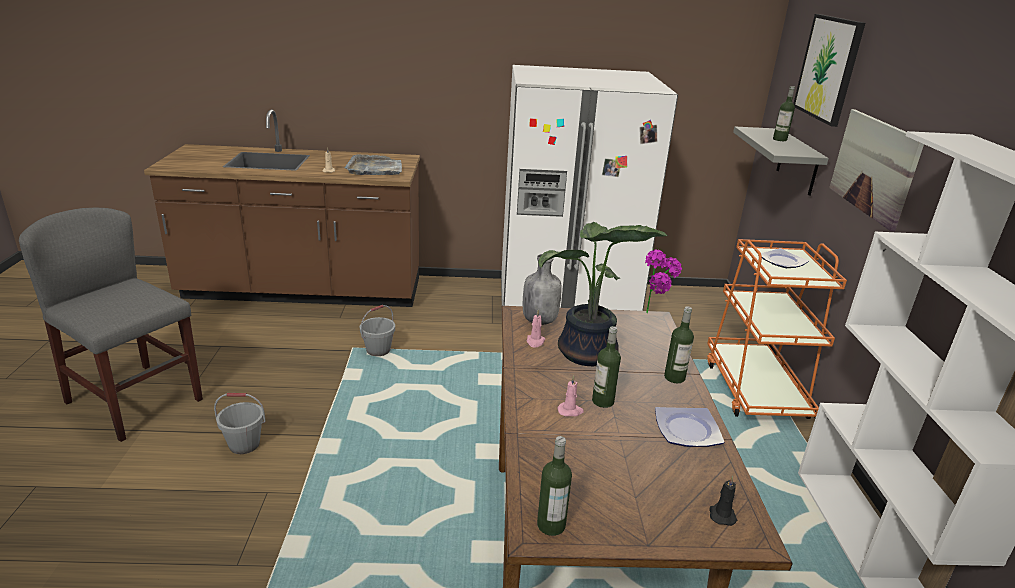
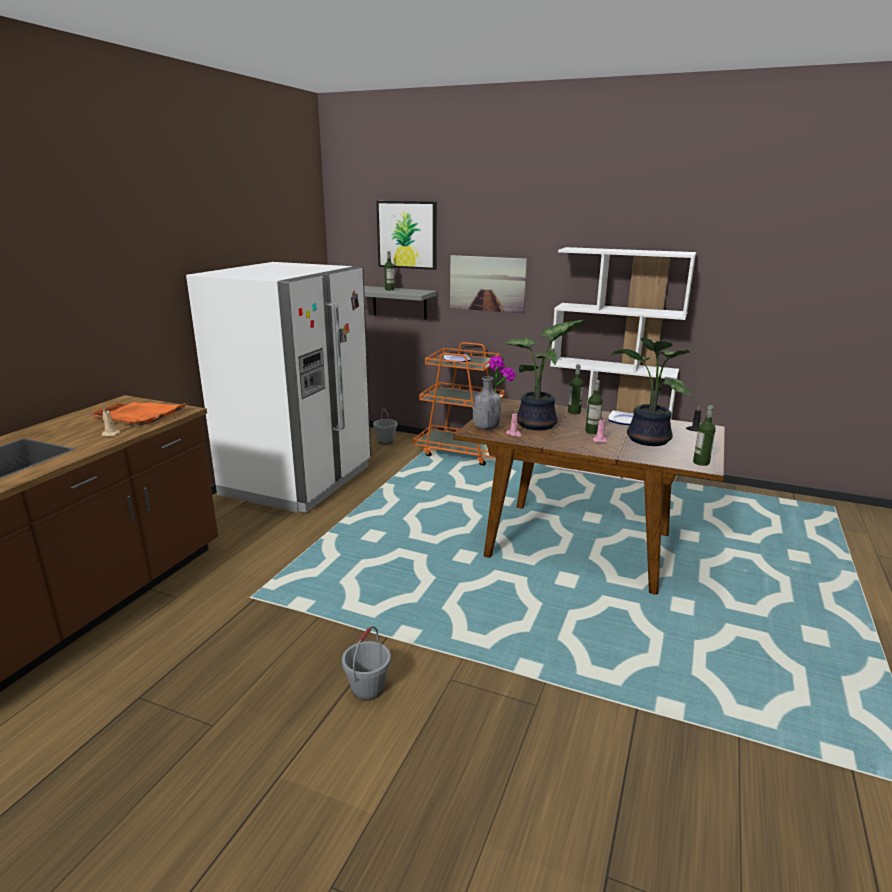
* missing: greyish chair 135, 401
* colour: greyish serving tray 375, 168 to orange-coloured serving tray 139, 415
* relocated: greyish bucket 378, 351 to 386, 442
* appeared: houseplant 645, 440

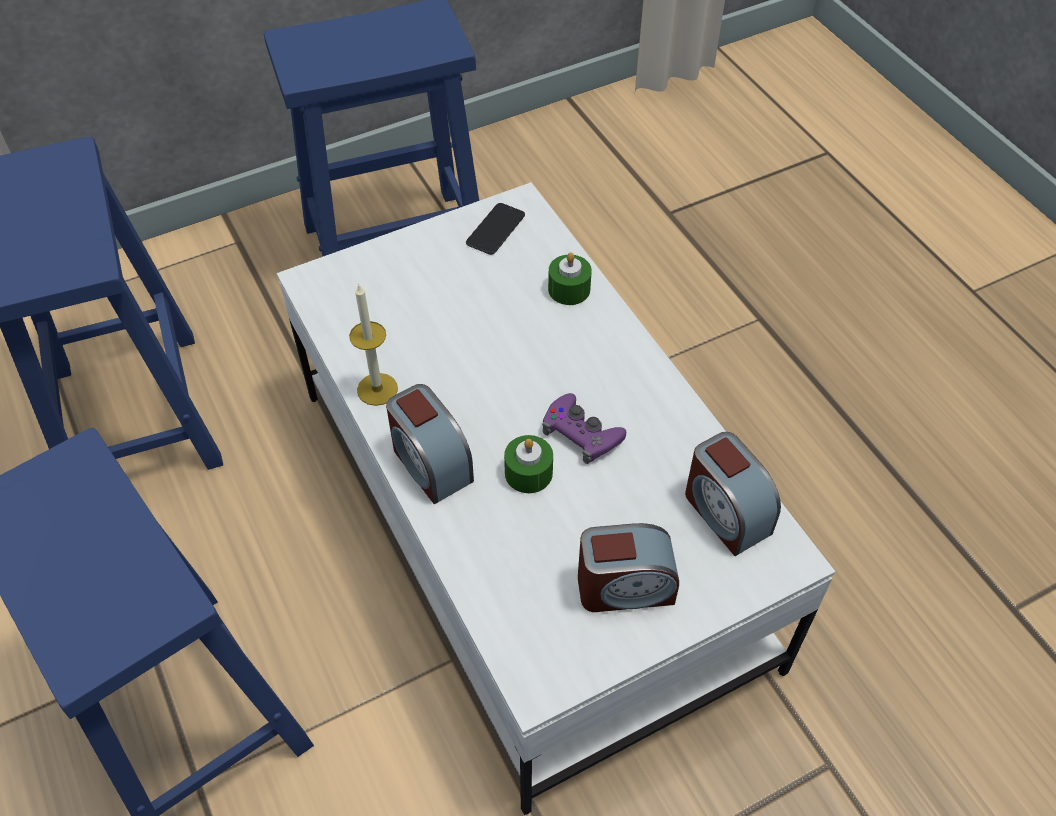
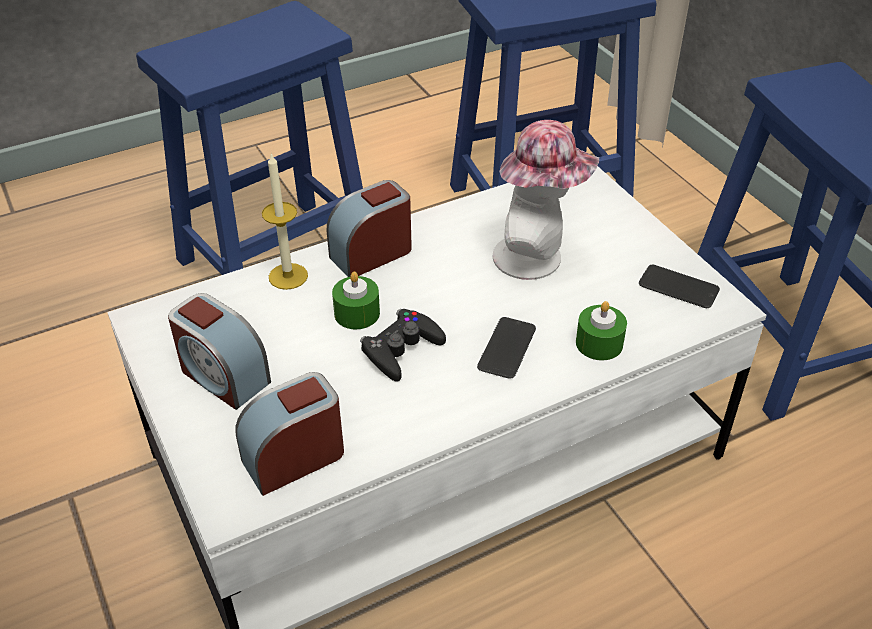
* relocated: candle 377, 389 to 288, 276
* colour: purplish joypad 581, 433 to black-coloured joypad 401, 350
* spun: alarm clock 625, 587 = 223, 376 45 degrees counterclockwise
* appeared: phone 507, 348
* appeared: wearable hat 537, 258

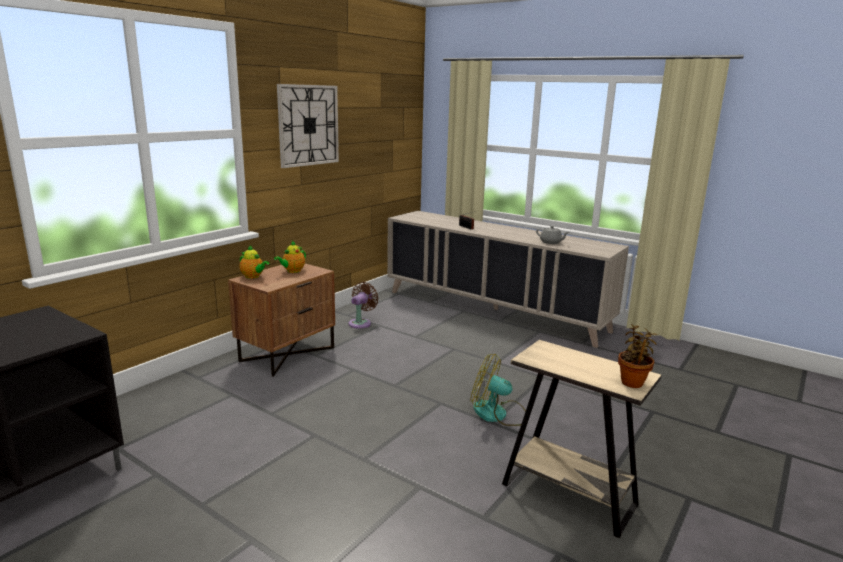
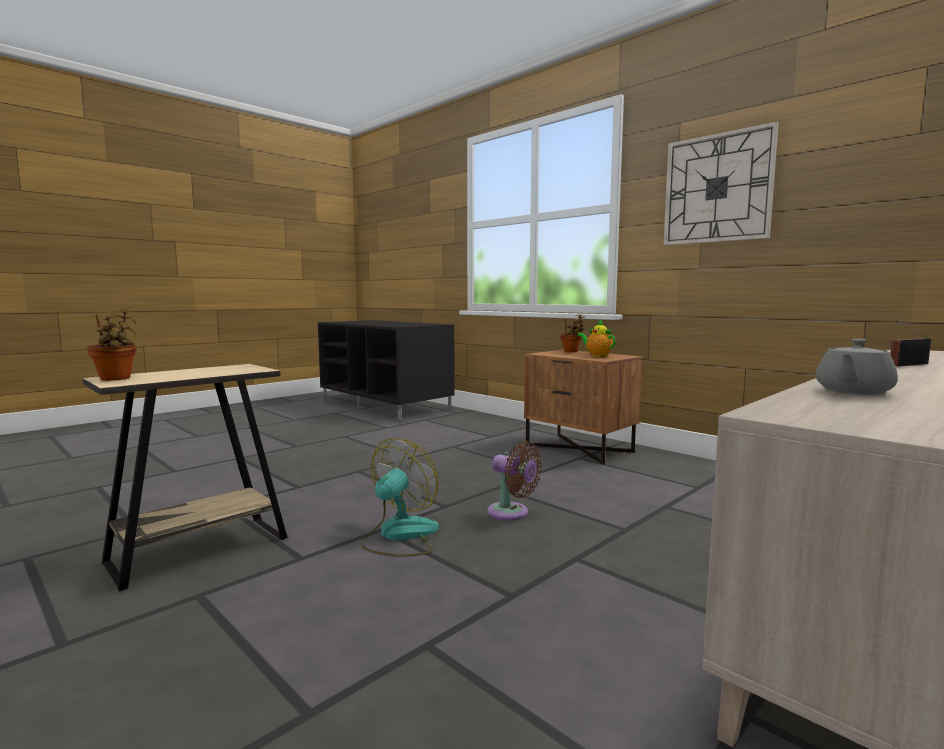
* exchanged: pot for tea 253, 276 to houseplant 572, 351
* relocated: brown-coloured electric fan 361, 323 to 512, 513

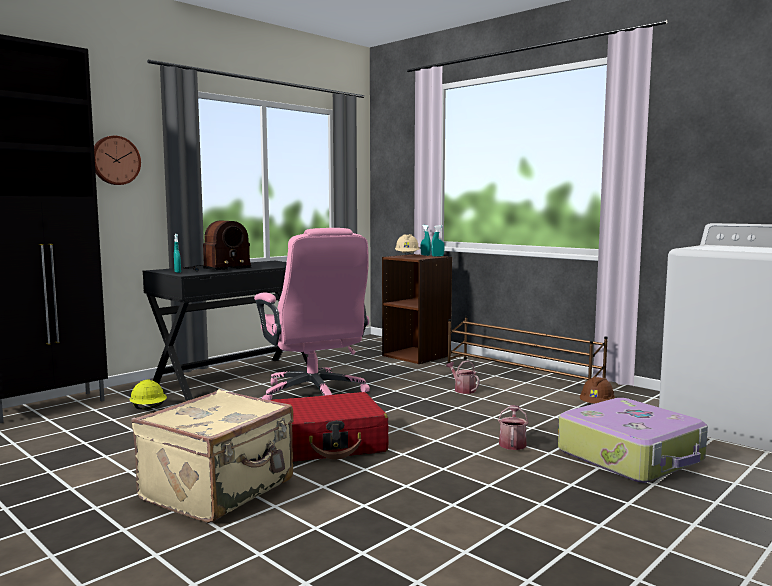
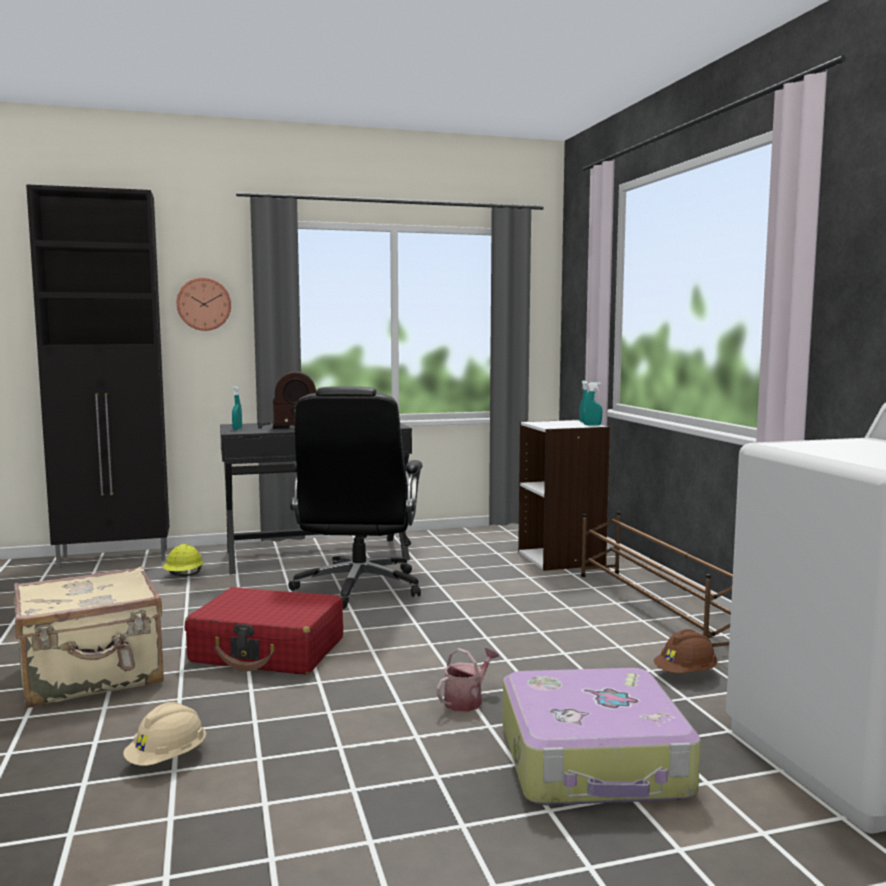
* colour: pinkish desk chair 314, 394 to black-coloured desk chair 358, 588
* colour: brown-coloured shelving unit 417, 355 to white shelving unit 562, 558
* relocated: beige-coloured work helmet 407, 256 to 167, 759
* missing: watering pot 463, 389

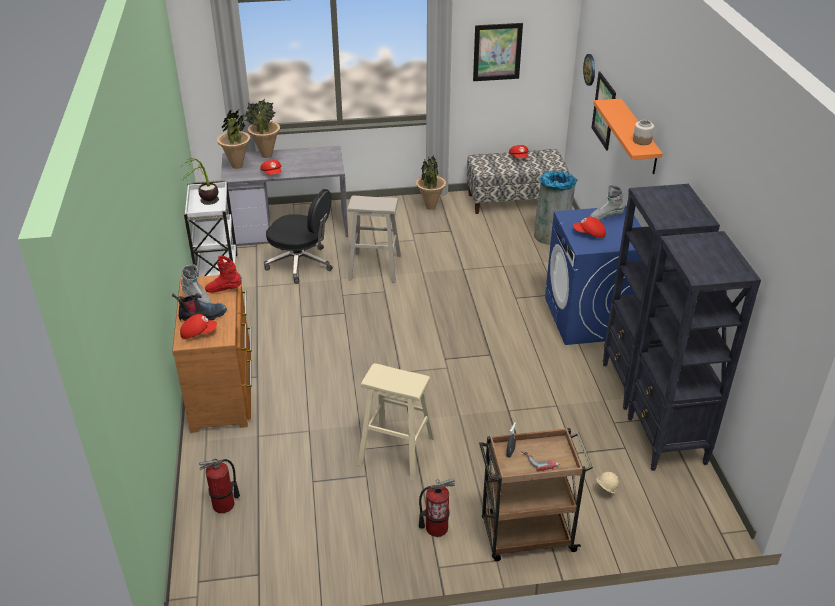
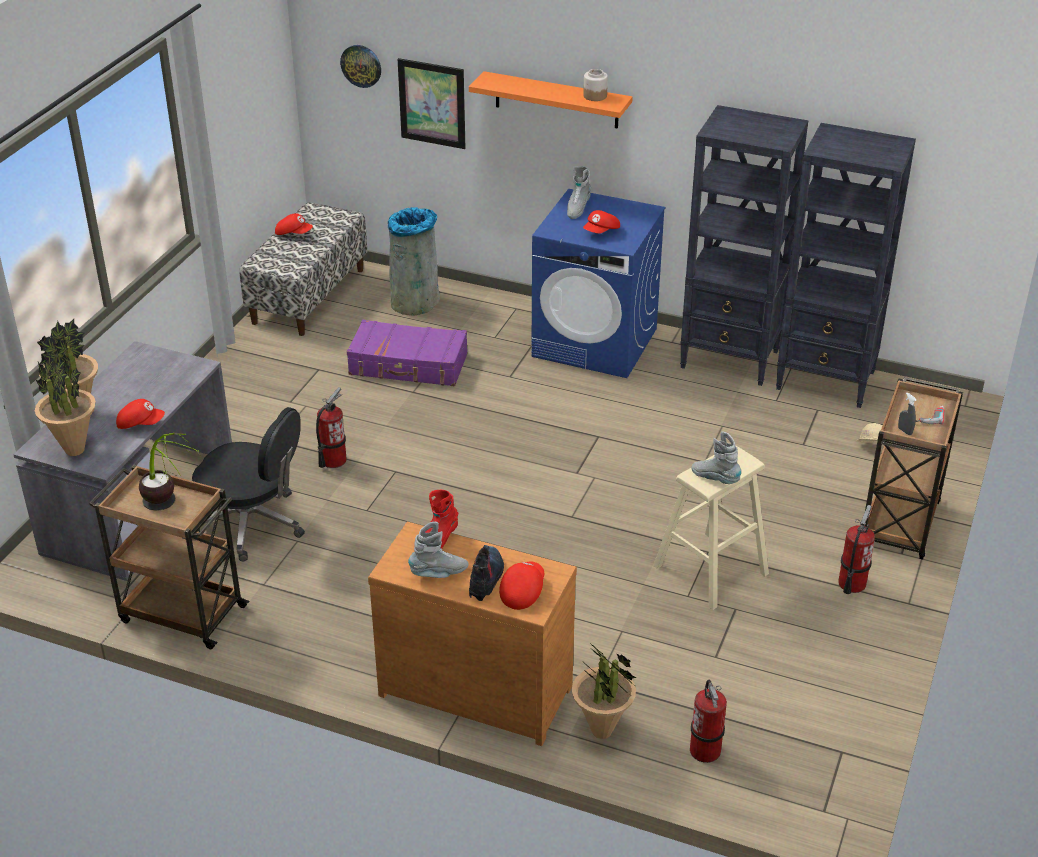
* colour: white trolley 217, 271 to brown-coloured trolley 180, 613
* spun: black-coloured desk chair 301, 264 = 253, 524 60 degrees clockwise
* exchanged: beige-coloured sitting stool 375, 267 to fire-fighting cylinder 333, 460
* relocated: houseplant 430, 207 to 602, 731
* missing: wall picture 497, 52
* appeared: purplish suitcase 408, 365
* appeared: greyish high-top boot 715, 479

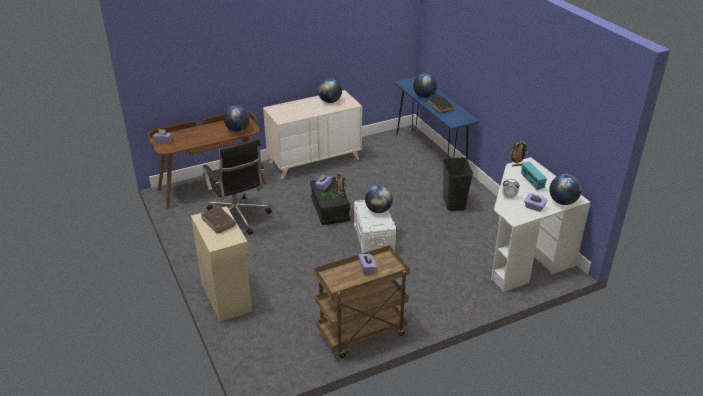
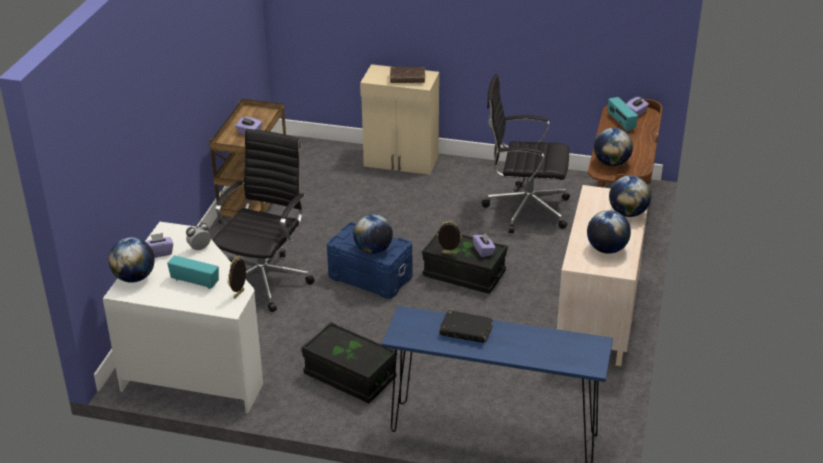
* colour: white storage box 373, 238 to blue-coloured storage box 370, 277
* relocated: globe 424, 96 to 628, 213
* exchanged: black-coloured rubbish bin 454, 204 to black-coloured storage box 350, 376
* appeared: black-coloured desk chair 265, 280
* appeared: radio set 621, 122

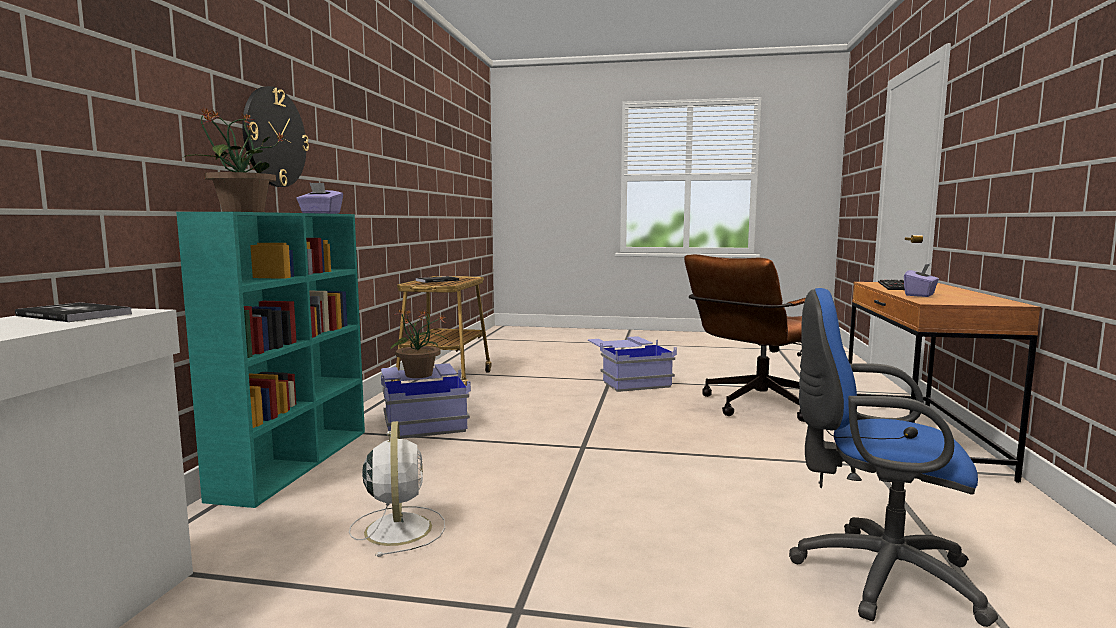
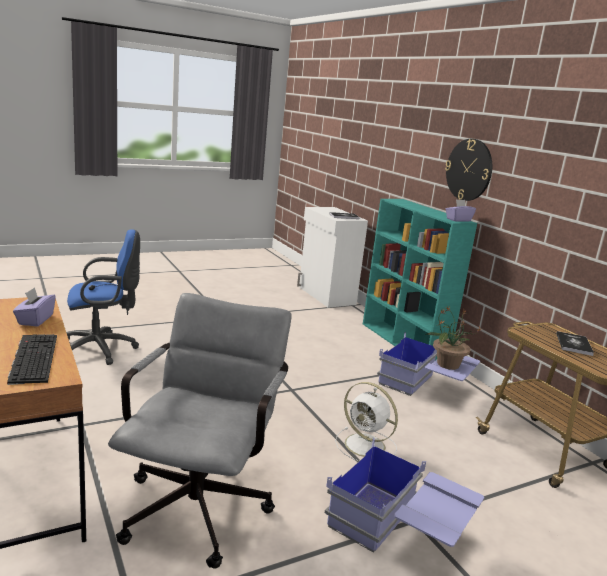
* missing: houseplant 241, 211
* relocated: white electric fan 398, 528 to 366, 446
* colour: brown-coloured desk chair 753, 407 to greyish desk chair 201, 501

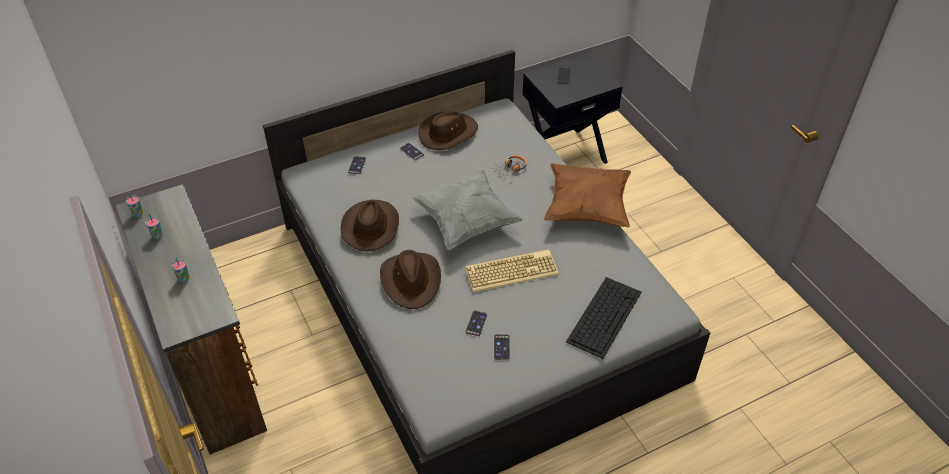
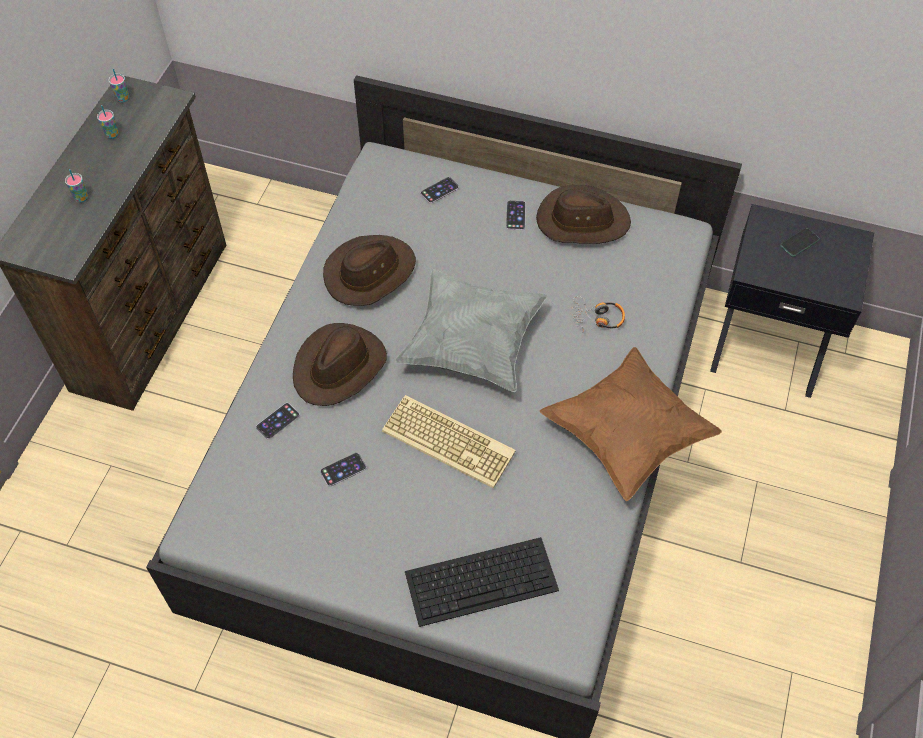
* relocated: phone 501, 347 to 277, 421

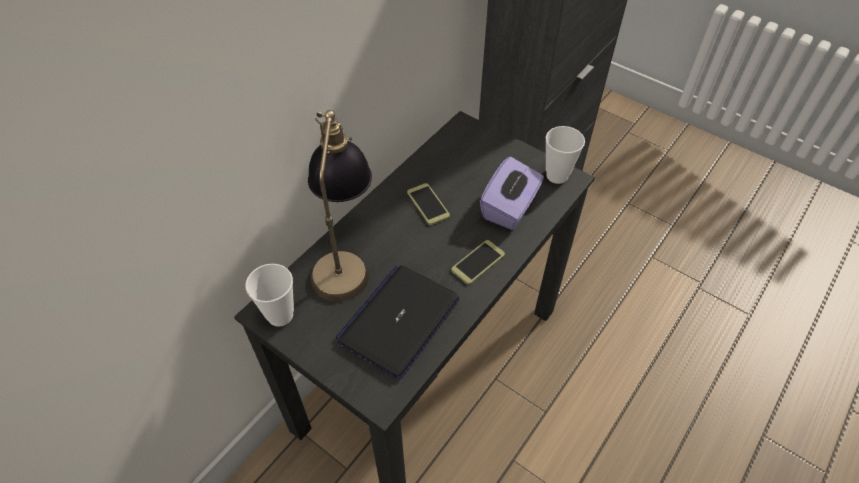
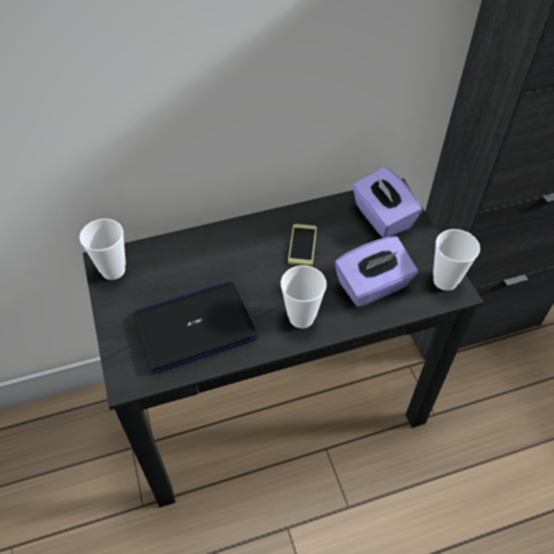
* missing: table lamp 344, 256
* exchanged: phone 478, 262 to cup 301, 318
* appeared: purplish box of tissues 381, 217

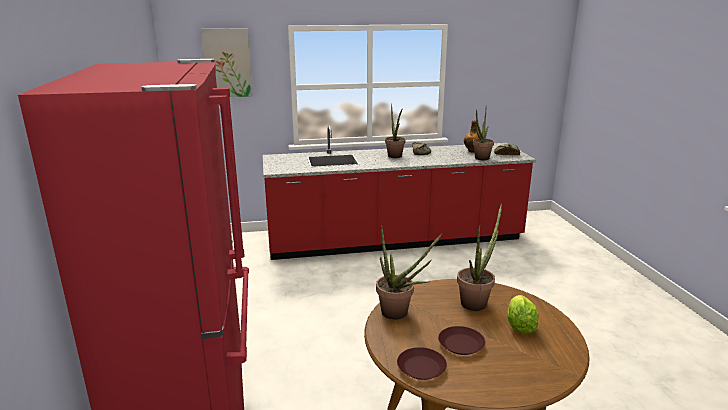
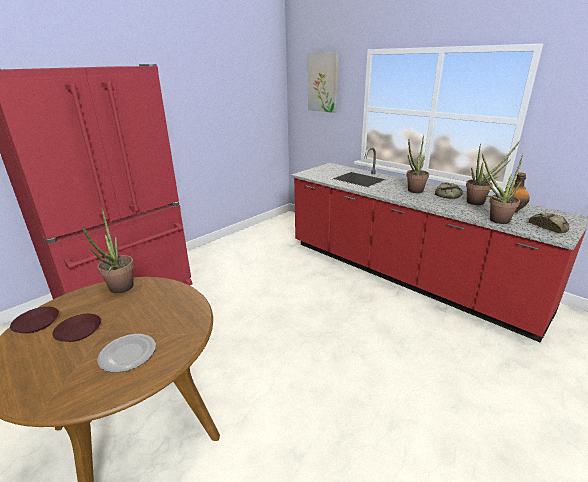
* relocated: houseplant 476, 301 to 479, 202
* exchanged: lettuce 520, 325 to flat dish 127, 354

